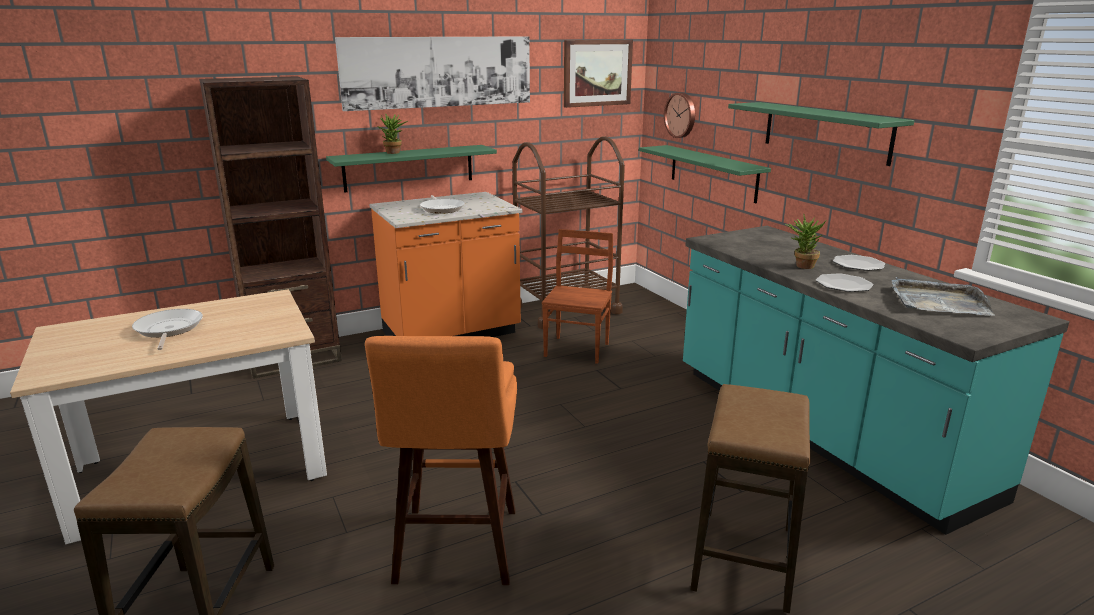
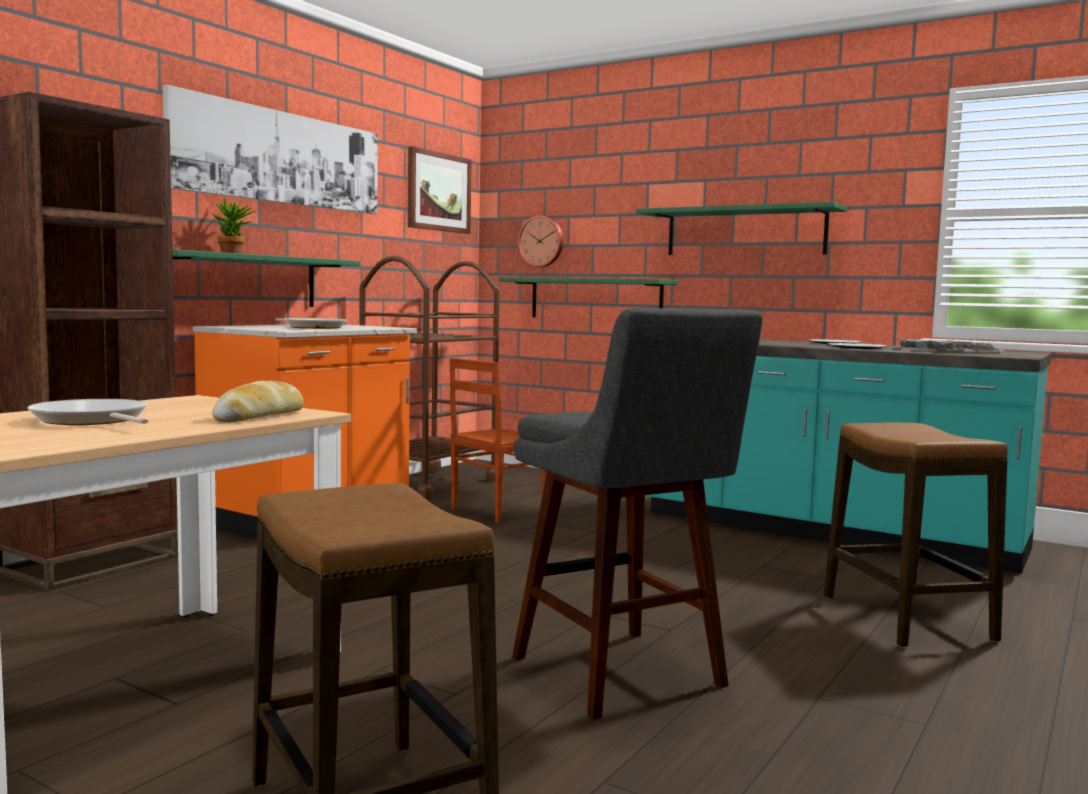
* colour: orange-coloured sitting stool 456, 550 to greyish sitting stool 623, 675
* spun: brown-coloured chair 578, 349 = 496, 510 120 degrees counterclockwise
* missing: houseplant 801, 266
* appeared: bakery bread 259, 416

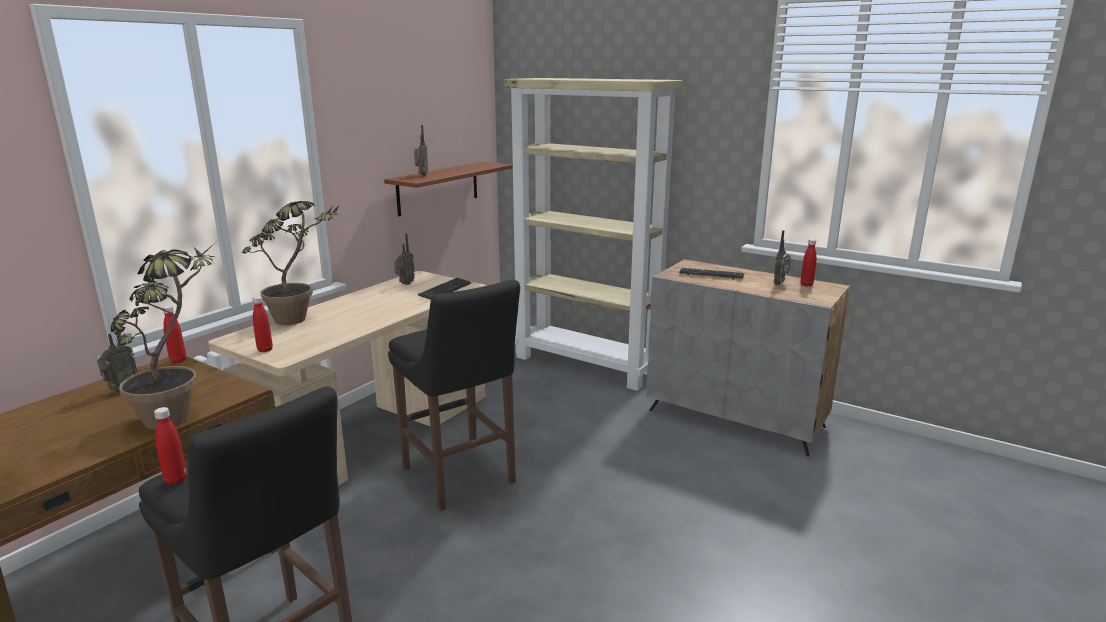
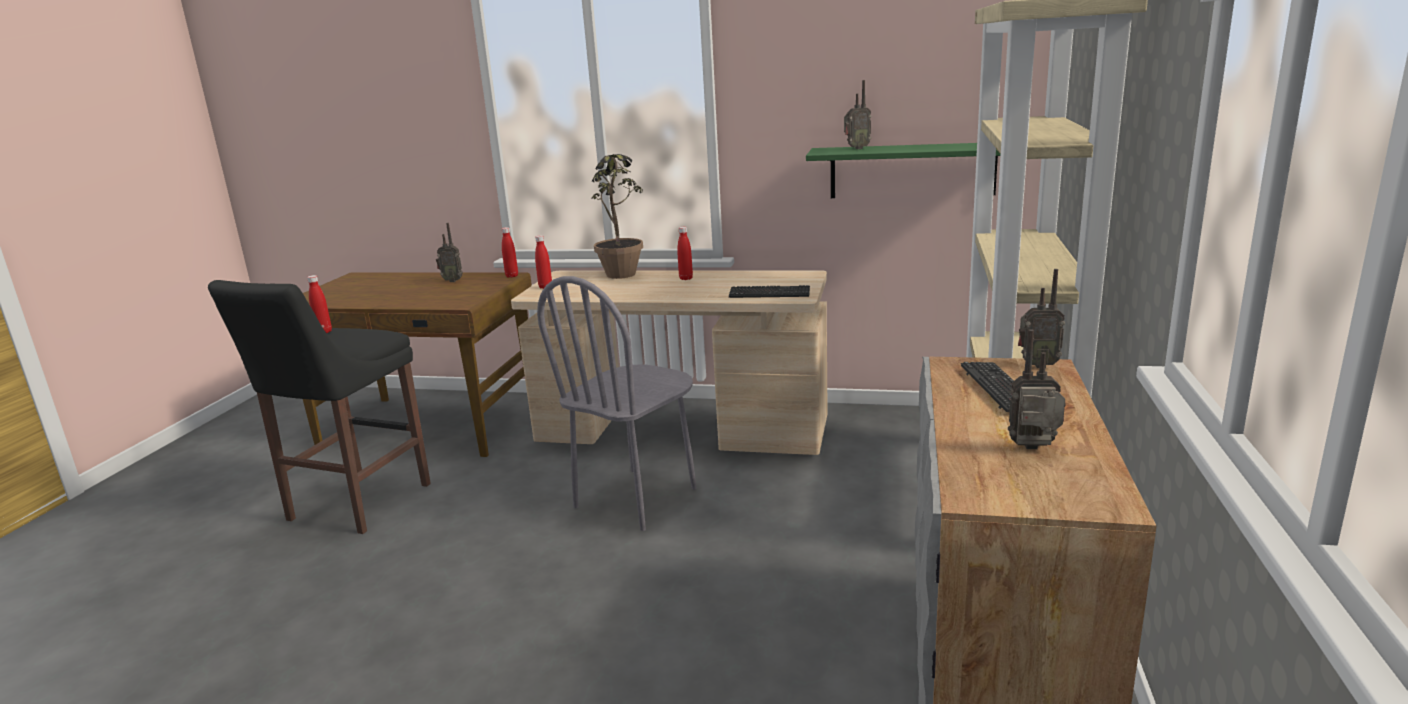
* missing: houseplant 180, 413
* colour: brown-coloured bracket shelf 438, 188 to green bracket shelf 912, 170
* exchanged: black-coloured sitting stool 460, 478 to greyish chair 636, 498
* relocated: radio set 404, 284 to 1036, 365
* relocated: reddish bottle 806, 285 to 686, 278

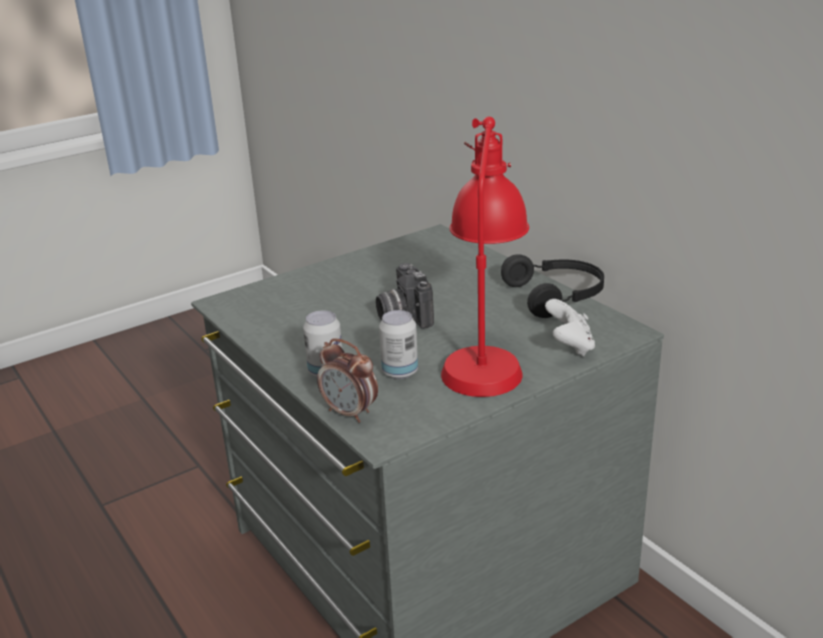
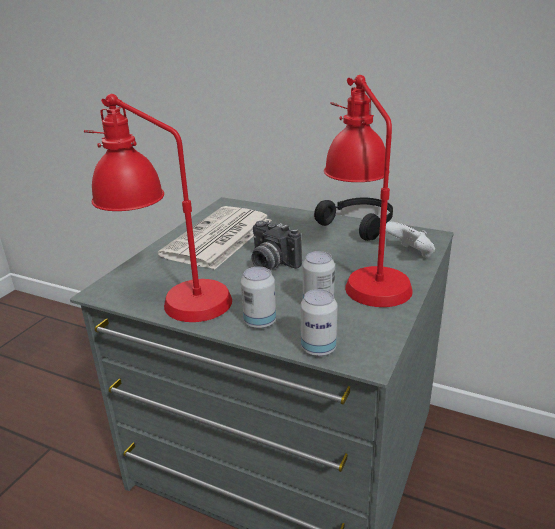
* exchanged: alarm clock 350, 413 to metal can 318, 348
* appeared: reddish table lamp 170, 300
* appeared: printed paper 218, 238

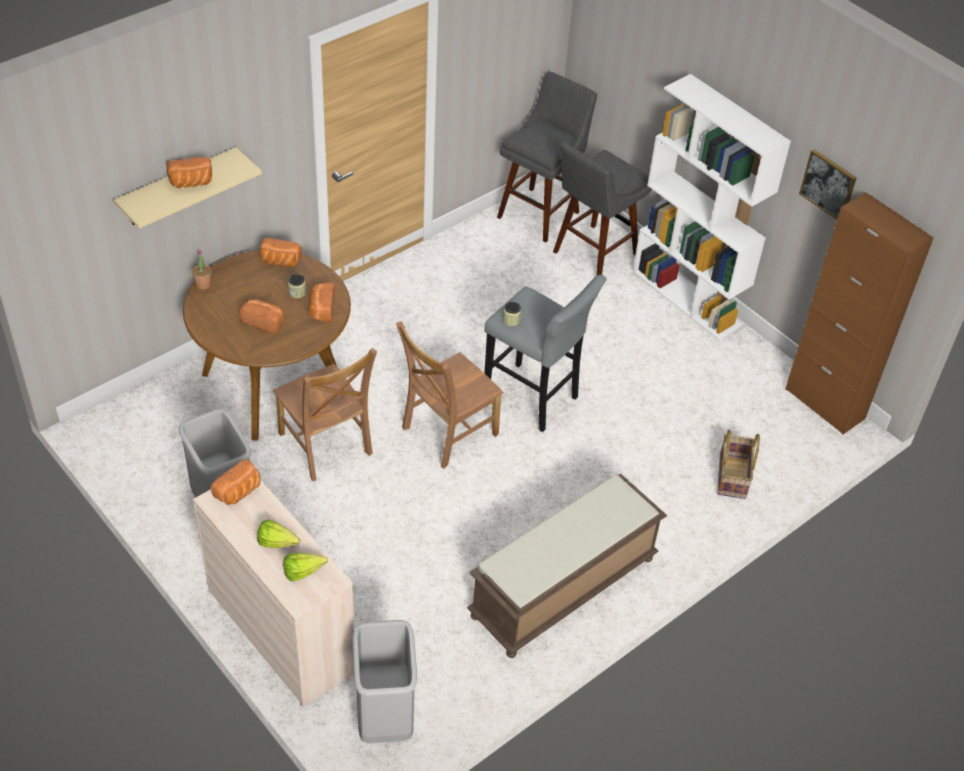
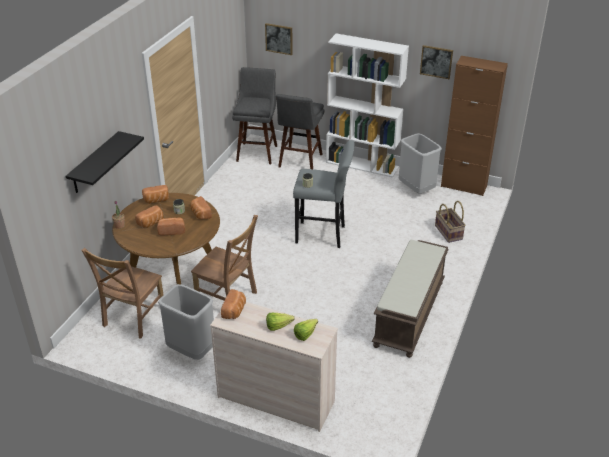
* colour: beige-coloured bracket shelf 178, 188 to black-coloured bracket shelf 95, 163
* relocated: bakery bread 191, 183 to 151, 223
* relocated: greyish rubbish bin 383, 717 to 415, 189
* relocated: brown-coloured chair 446, 433 to 132, 318
* appeared: wall picture 279, 38

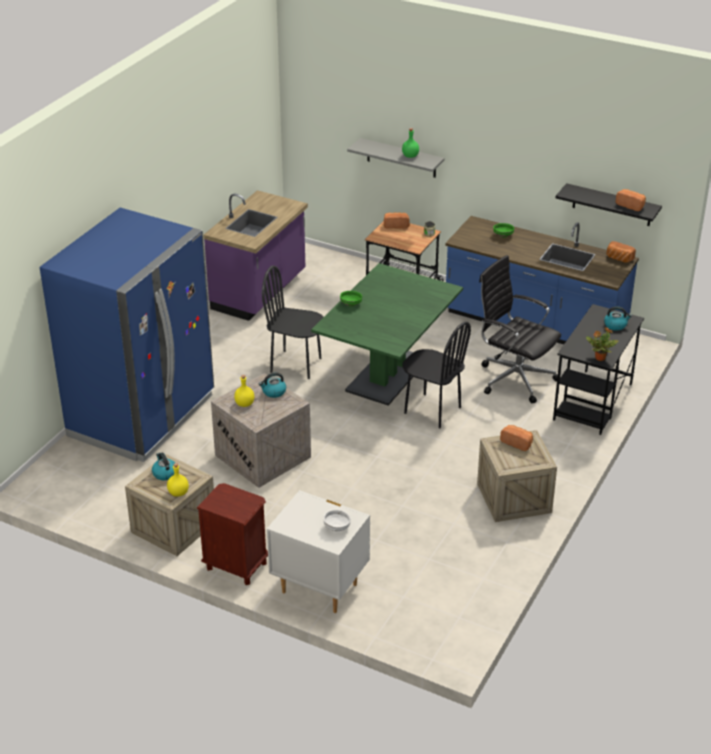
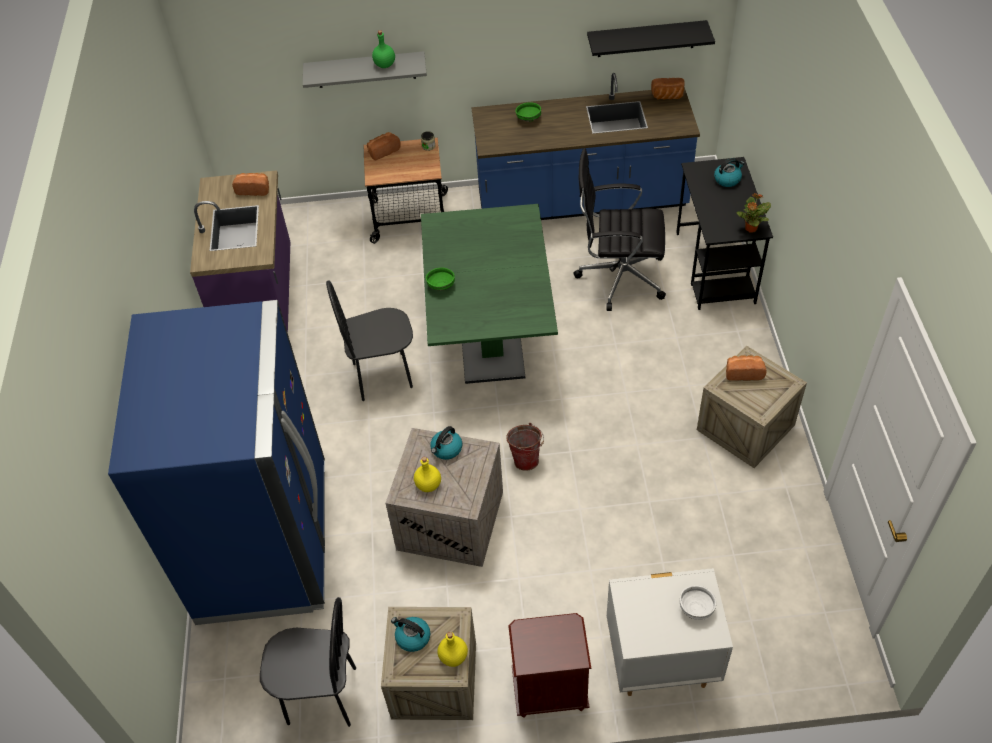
* relocated: black-coloured chair 432, 410 to 322, 696
* relocated: bakery bread 631, 205 to 254, 189
* appeared: bucket 526, 458

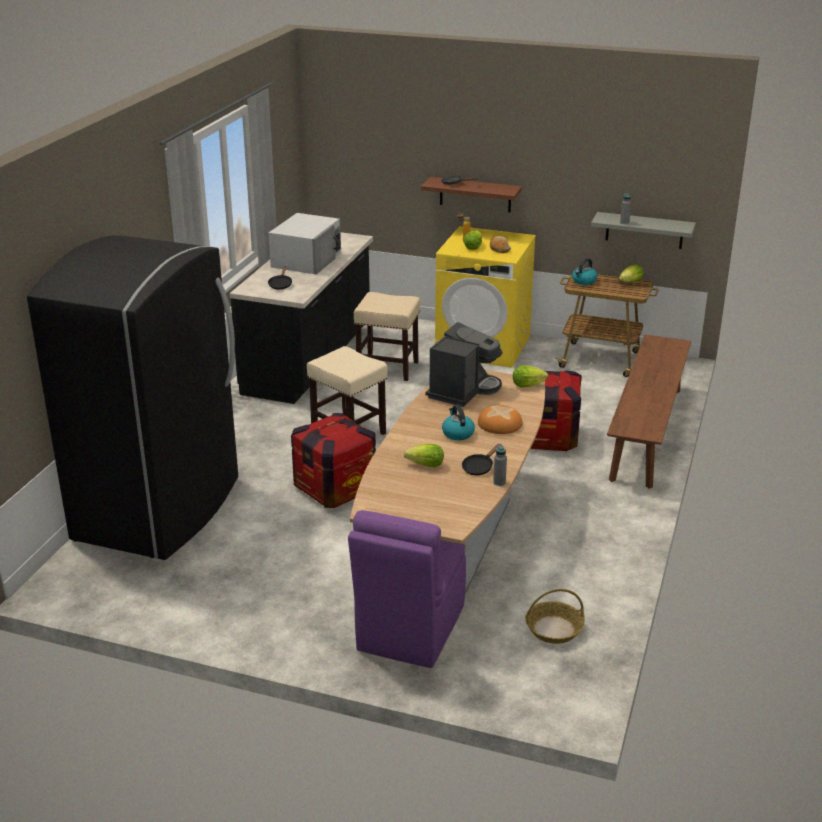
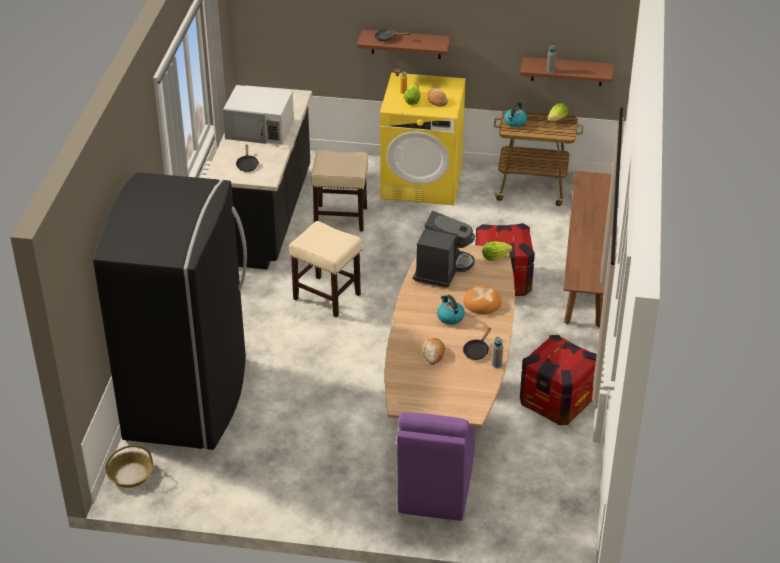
* spun: white microwave 307, 259 = 260, 129 90 degrees clockwise
* relocated: crate 335, 489 to 556, 402
* exchanged: lettuce 426, 465 to bakery bread 433, 354
* relocated: household basket 553, 629 to 130, 475
* colour: greyish bracket shelf 644, 230 to brown-coloured bracket shelf 567, 71

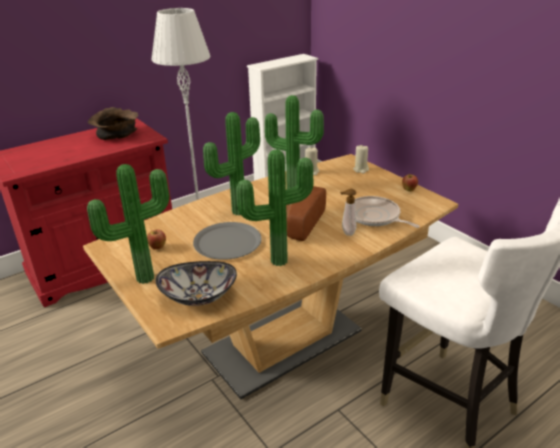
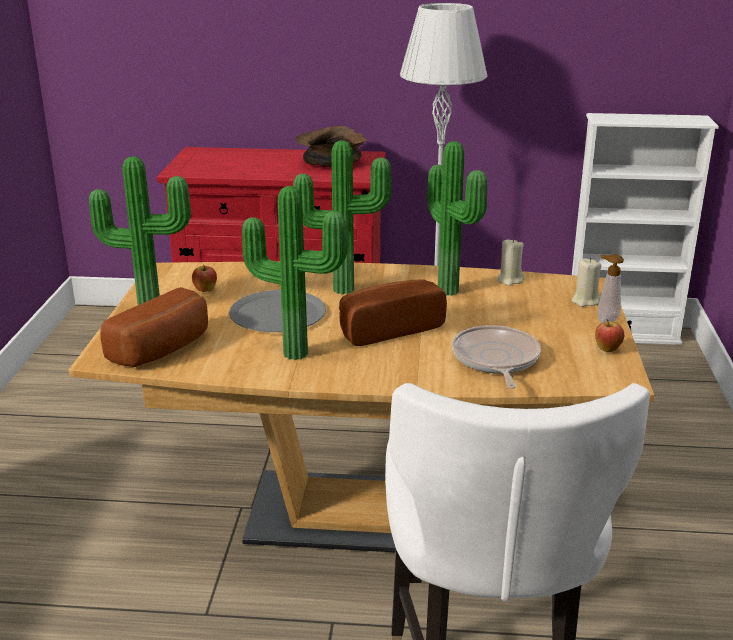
* exchanged: deep dish 198, 297 to bakery bread 164, 349
* relocated: soap dispenser 347, 232 to 605, 320

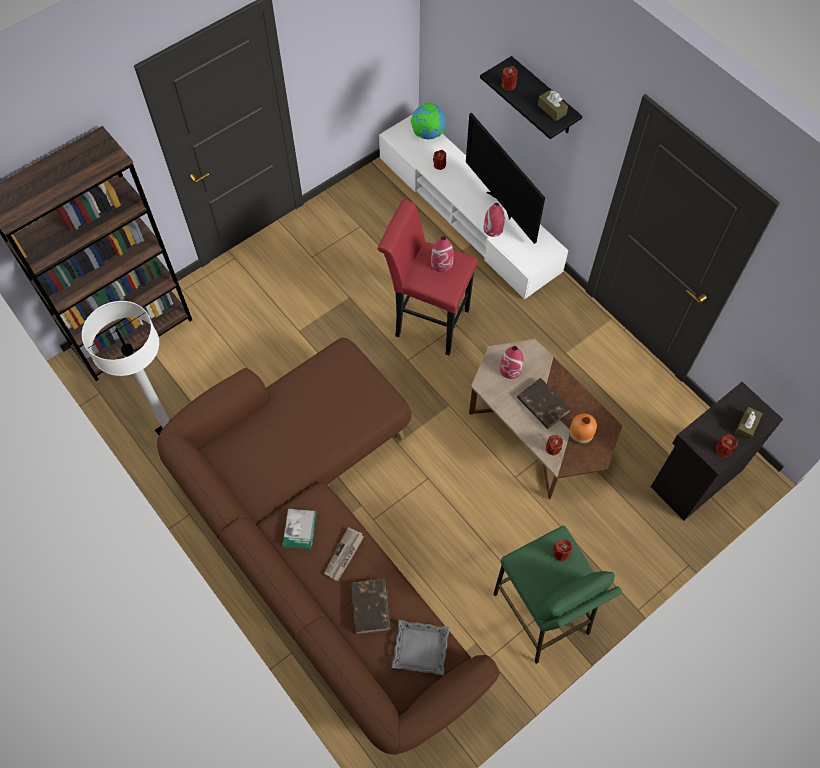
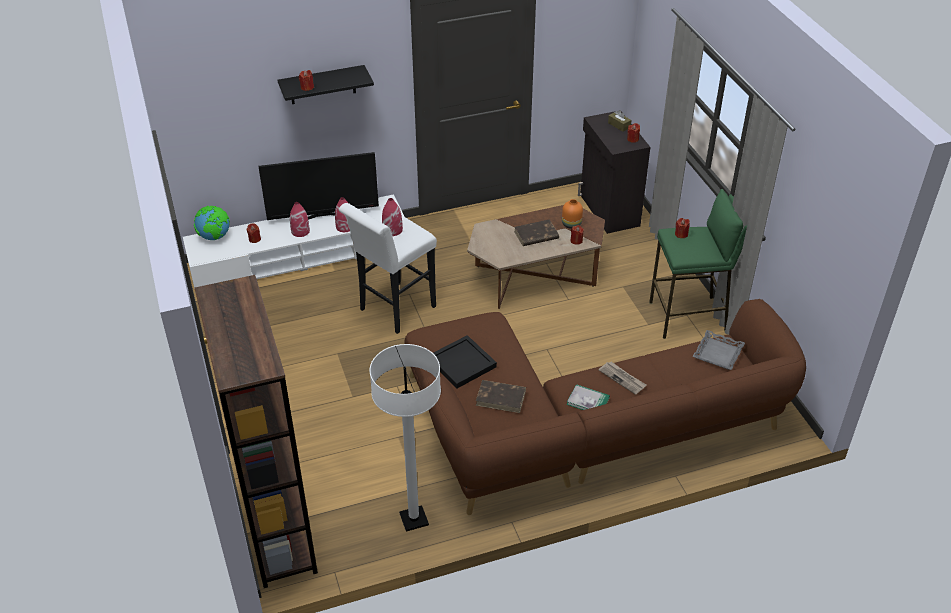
* relocated: brown-coloured bound book 371, 607 to 501, 398
* colour: reddish sitting stool 426, 321 to white sitting stool 393, 310
* relocated: reddish vase 510, 369 to 300, 231
* missing: brown-coloured box of tissues 552, 109
* appeared: black-coloured serving tray 462, 363

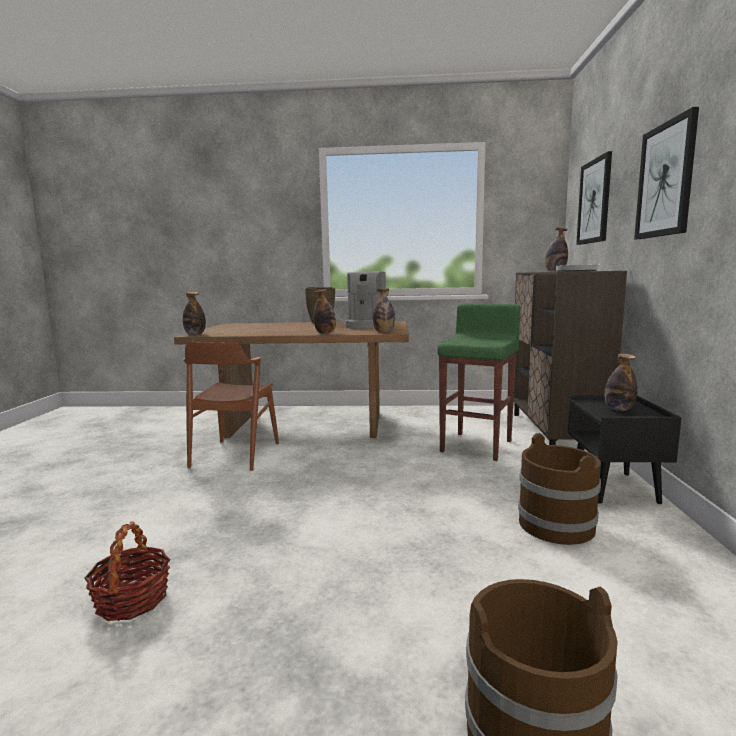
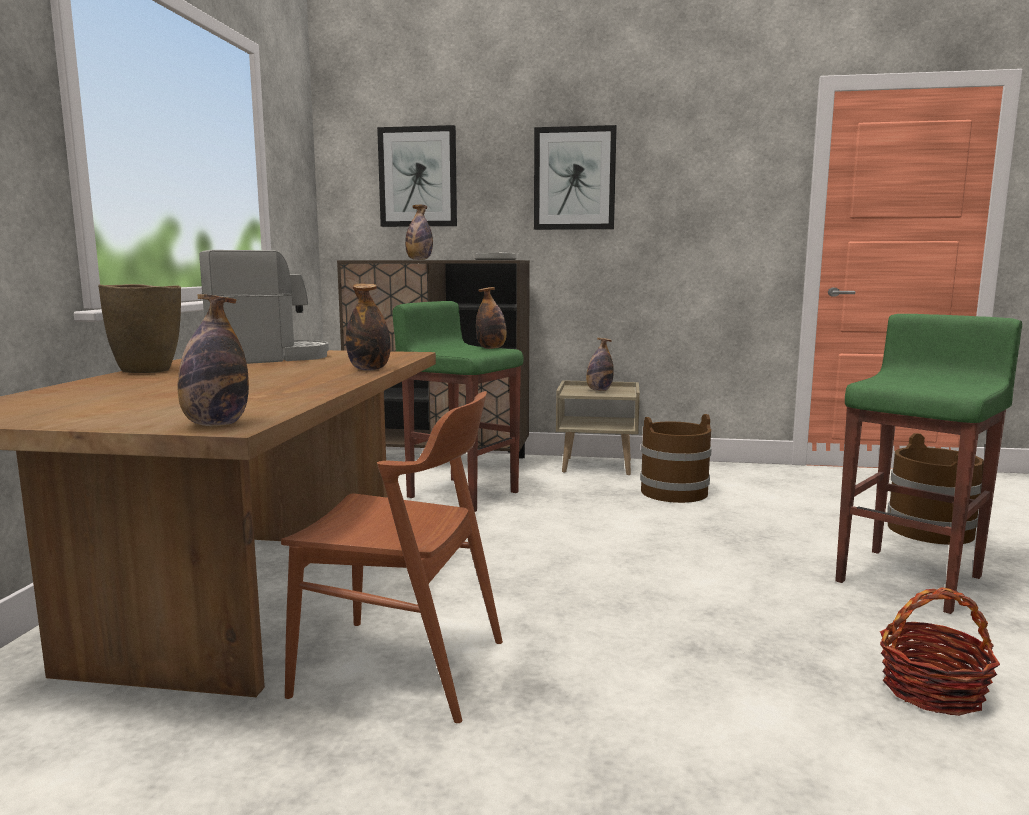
* spun: coffee machine 366, 325 = 268, 358 45 degrees counterclockwise
* relocated: bottle 384, 332 to 491, 348
* colour: black-coloured night table 615, 488 to beige-coloured night table 598, 466
* appeared: green sitting stool 911, 578

